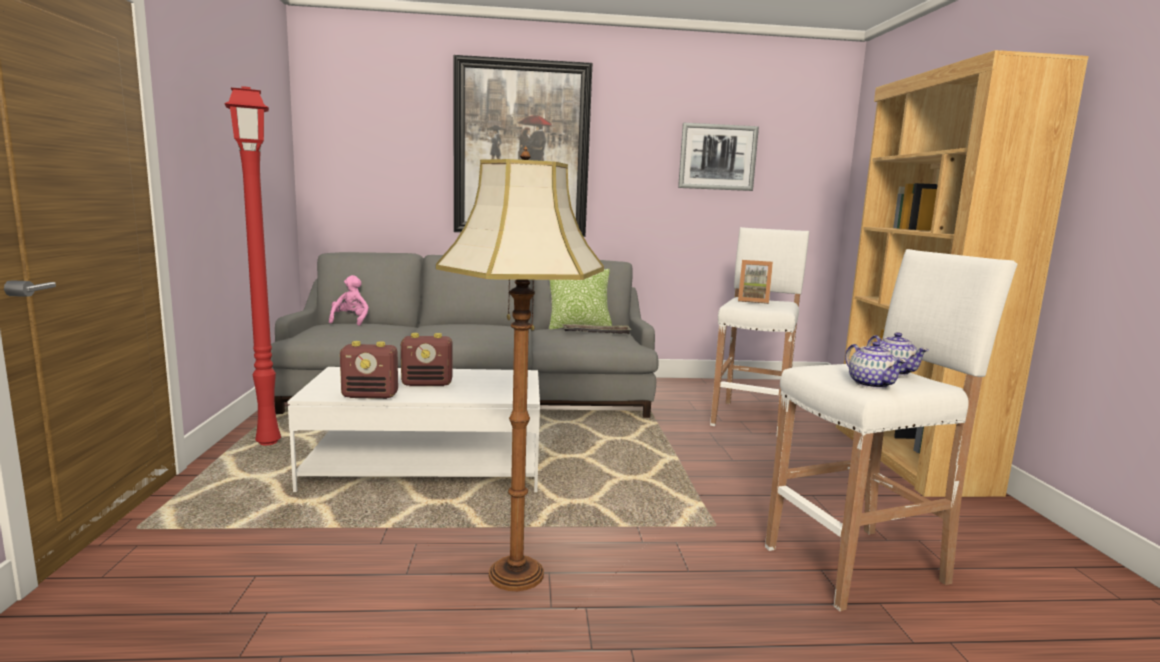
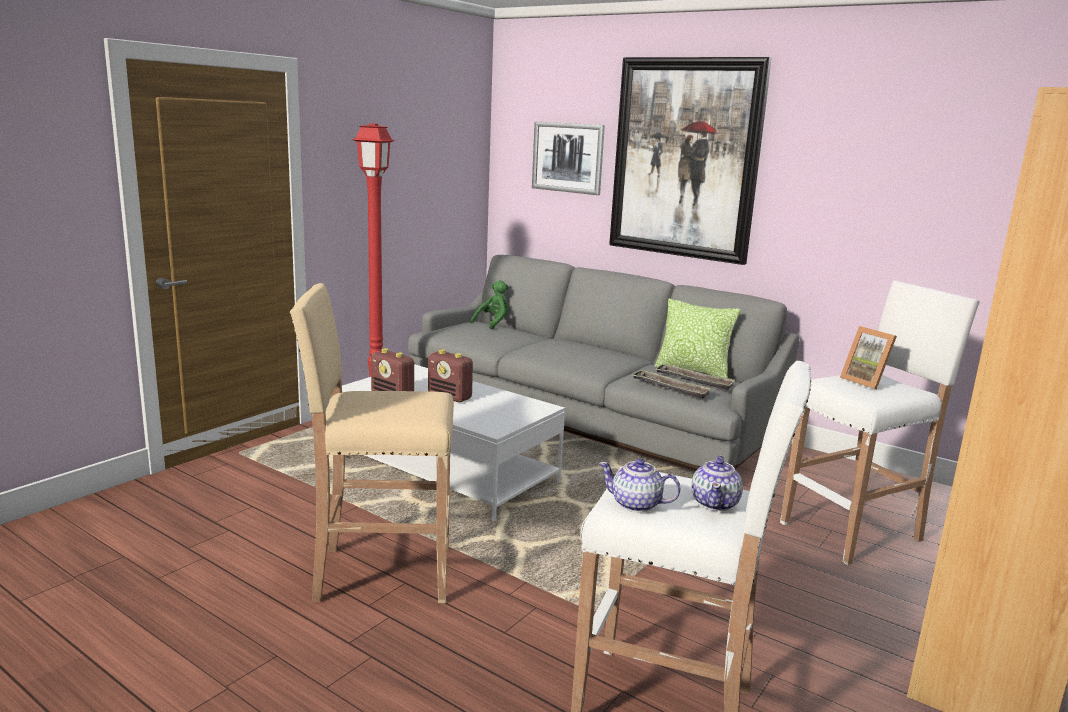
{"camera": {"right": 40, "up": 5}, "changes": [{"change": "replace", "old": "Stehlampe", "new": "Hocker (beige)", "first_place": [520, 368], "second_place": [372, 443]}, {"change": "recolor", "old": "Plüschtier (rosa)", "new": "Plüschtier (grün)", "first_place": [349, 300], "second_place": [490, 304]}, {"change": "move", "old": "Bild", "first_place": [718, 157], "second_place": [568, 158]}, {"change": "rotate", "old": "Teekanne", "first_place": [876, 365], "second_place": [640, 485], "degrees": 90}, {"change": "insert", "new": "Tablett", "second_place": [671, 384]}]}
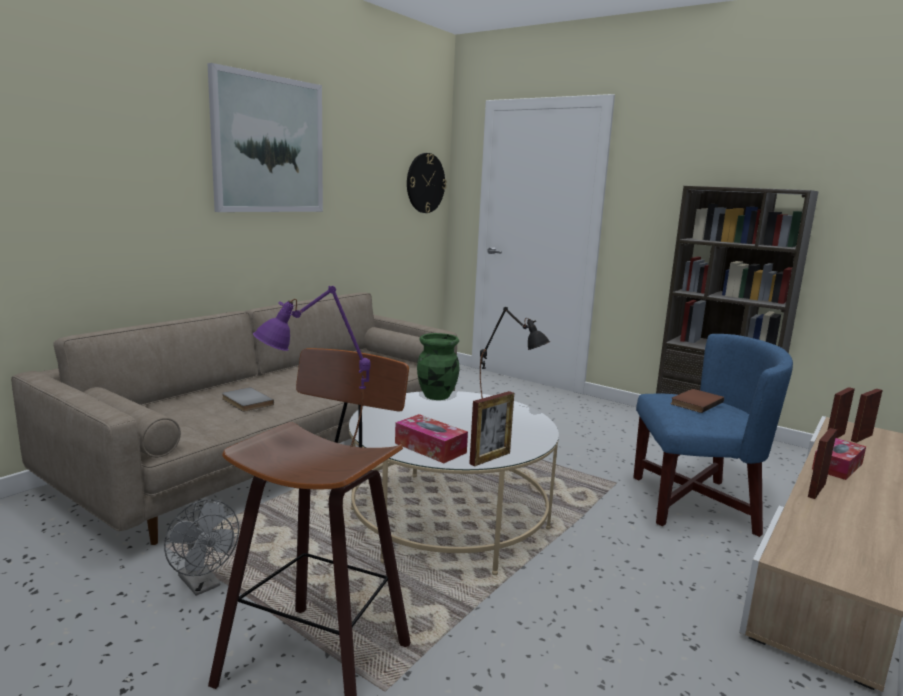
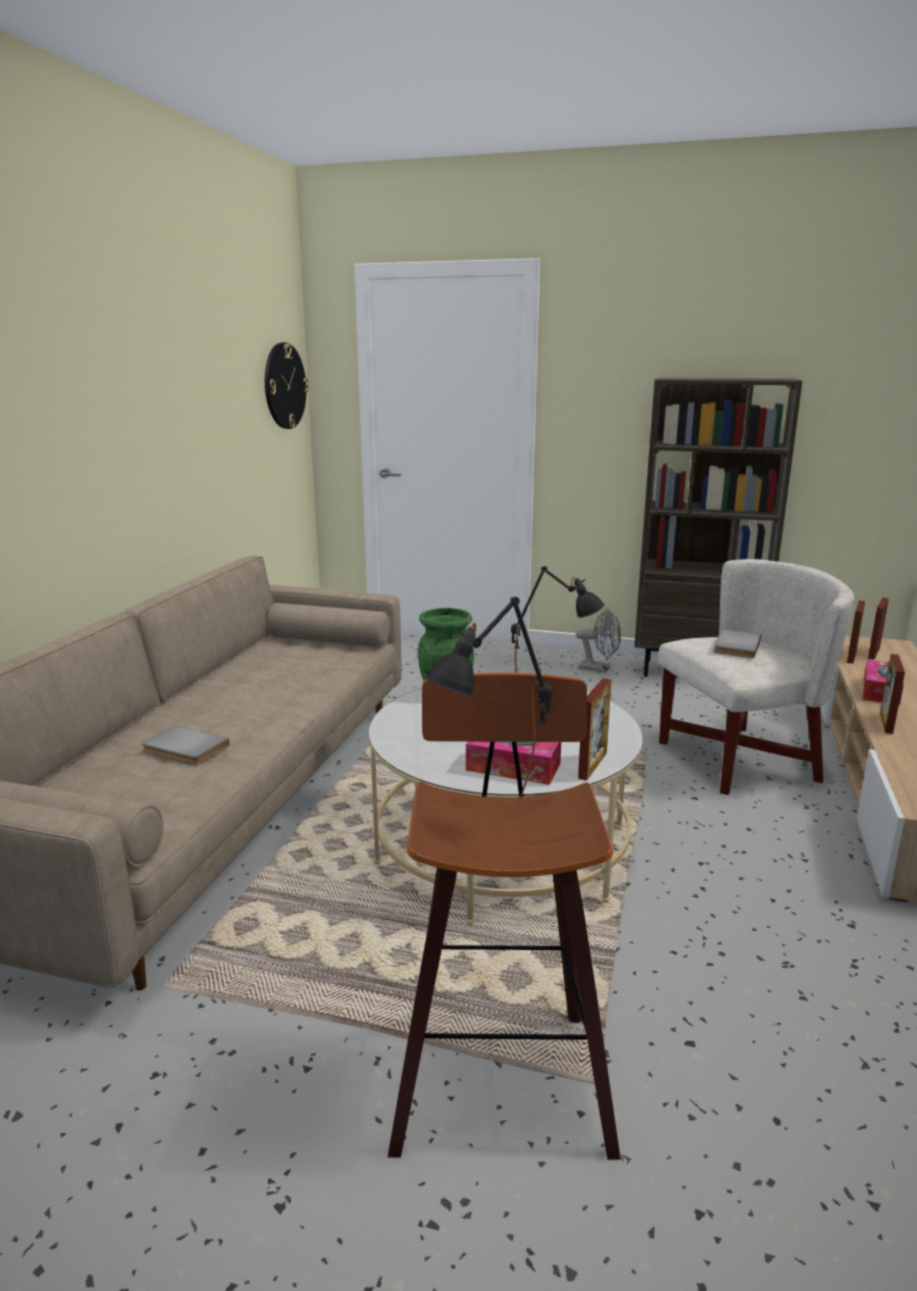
{"camera": {"right": -20, "up": 5}, "changes": [{"change": "recolor", "old": "Tischlampe (lila)", "new": "Tischlampe (schwarz)", "first_place": [312, 366], "second_place": [488, 698]}, {"change": "move", "old": "Ventilator (grau)", "first_place": [201, 547], "second_place": [598, 641]}, {"change": "recolor", "old": "Sessel (blau)", "new": "Sessel (weiß)", "first_place": [713, 435], "second_place": [756, 677]}, {"change": "recolor", "old": "Buch (braun)", "new": "Buch (grau)", "first_place": [697, 401], "second_place": [737, 643]}, {"change": "delete", "old": "Bild", "first_place": [265, 137]}]}
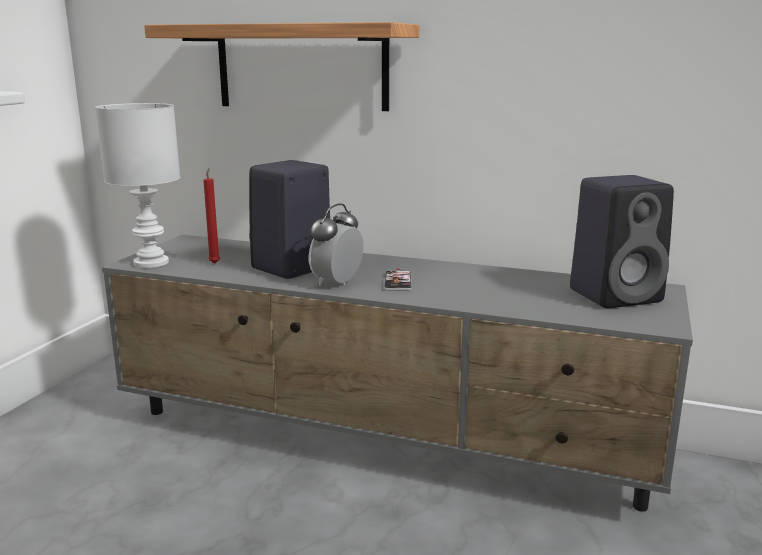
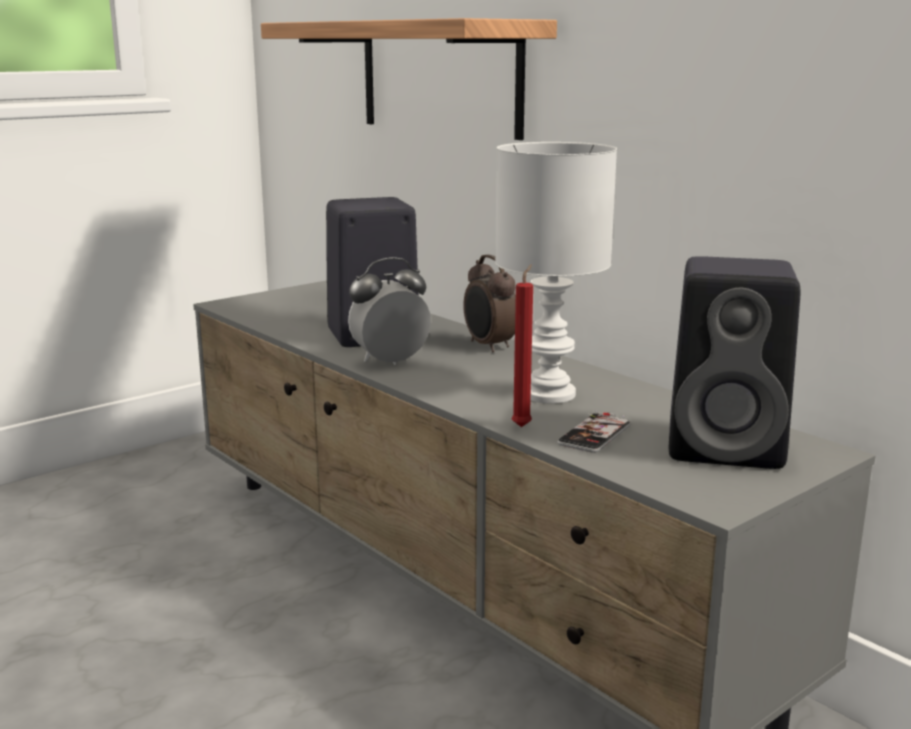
{"camera": {"right": 30, "up": 0}, "changes": [{"change": "insert", "new": "Wecker", "second_place": [489, 303]}, {"change": "move", "old": "Tischlampe (weiß)", "first_place": [137, 185], "second_place": [556, 273]}, {"change": "move", "old": "Kerze (rot)", "first_place": [211, 216], "second_place": [522, 345]}, {"change": "move", "old": "Handy", "first_place": [398, 279], "second_place": [594, 431]}]}
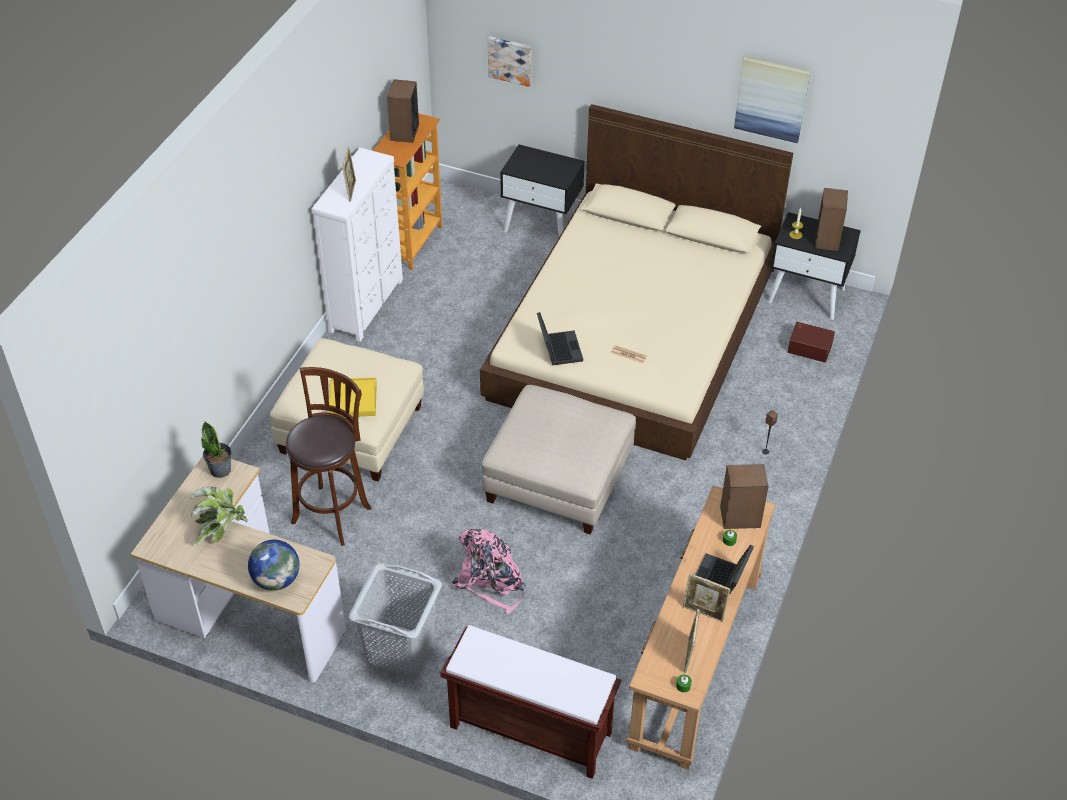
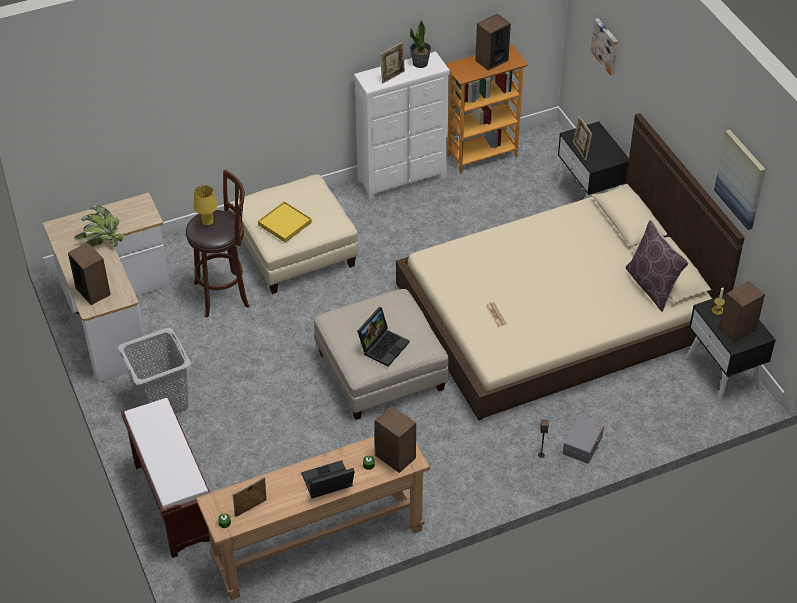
{"camera": {"right": 45, "up": 0}, "changes": [{"change": "replace", "old": "Globus", "new": "Lautsprecher", "first_place": [273, 565], "second_place": [89, 273]}, {"change": "insert", "new": "Tischlampe (gelb)", "second_place": [205, 205]}, {"change": "move", "old": "Laptop", "first_place": [560, 339], "second_place": [383, 337]}, {"change": "move", "old": "Topfpflanze", "first_place": [216, 450], "second_place": [420, 44]}, {"change": "insert", "new": "Aufbewahrungsbox (grau)", "second_place": [583, 440]}, {"change": "move", "old": "Bilderrahmen", "first_place": [707, 597], "second_place": [582, 138]}, {"change": "insert", "new": "Kissen (braun)", "second_place": [657, 266]}, {"change": "delete", "old": "Rucksack (rosa)", "first_place": [488, 571]}, {"change": "delete", "old": "Aufbewahrungsbox (braun)", "first_place": [811, 342]}]}
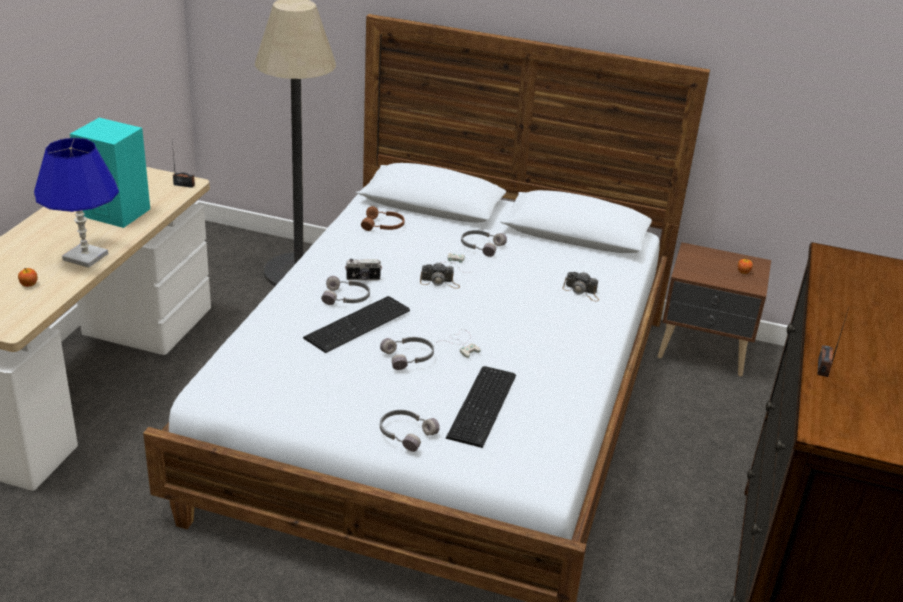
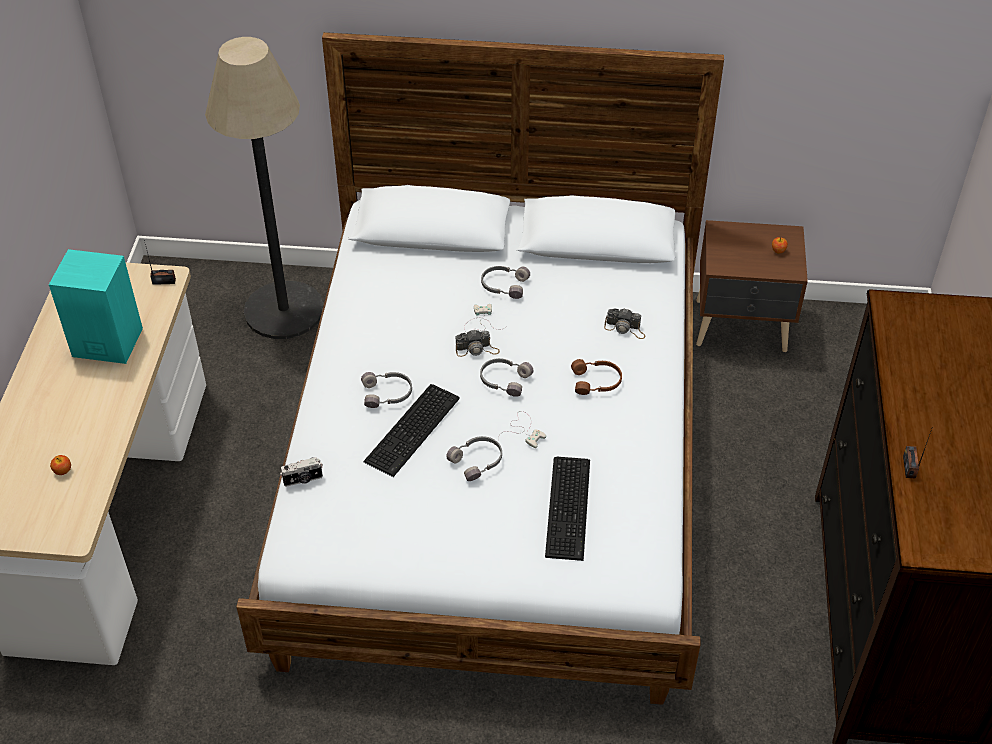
{"camera": {"right": -10, "up": 15}, "changes": [{"change": "move", "old": "Kamera", "first_place": [363, 269], "second_place": [301, 472]}, {"change": "move", "old": "Kopfhörer (grau)", "first_place": [410, 431], "second_place": [506, 377]}, {"change": "move", "old": "Kopfhörer (braun)", "first_place": [383, 218], "second_place": [596, 377]}, {"change": "delete", "old": "Tischlampe (blau)", "first_place": [76, 203]}]}
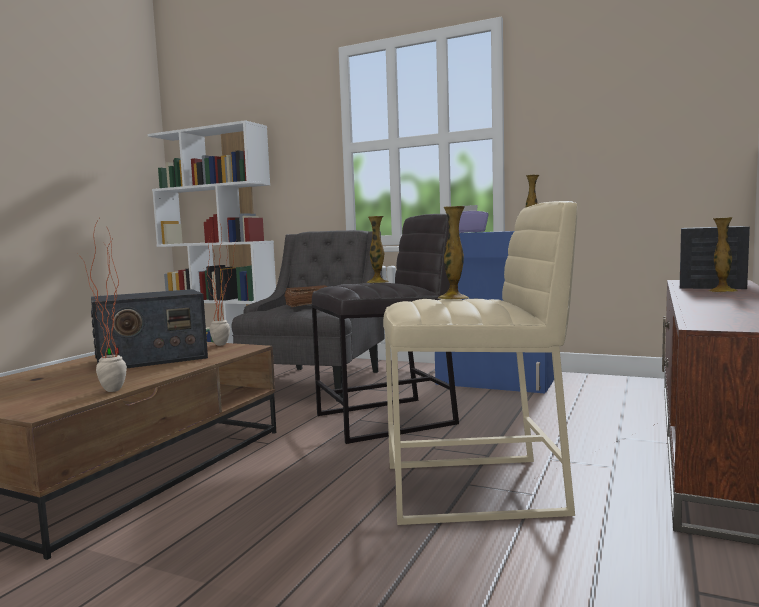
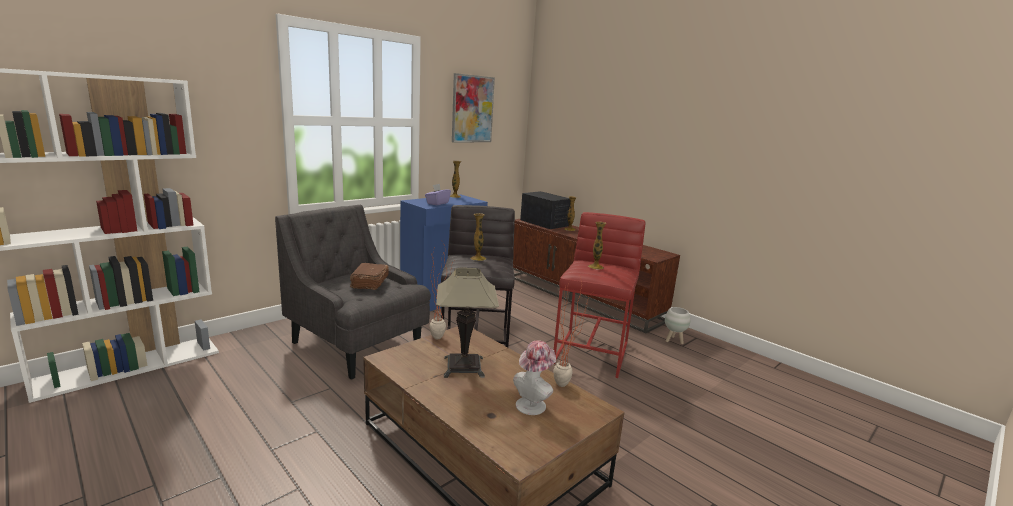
{"camera": {"right": -70, "up": 10}, "changes": [{"change": "replace", "old": "Radio", "new": "Tischlampe", "first_place": [149, 328], "second_place": [467, 323]}, {"change": "insert", "new": "Bild", "second_place": [473, 108]}, {"change": "insert", "new": "Hut", "second_place": [534, 377]}, {"change": "recolor", "old": "Hocker (beige)", "new": "Hocker (rot)", "first_place": [480, 363], "second_place": [599, 295]}, {"change": "insert", "new": "Pflanzkübel (weiß)", "second_place": [677, 325]}]}
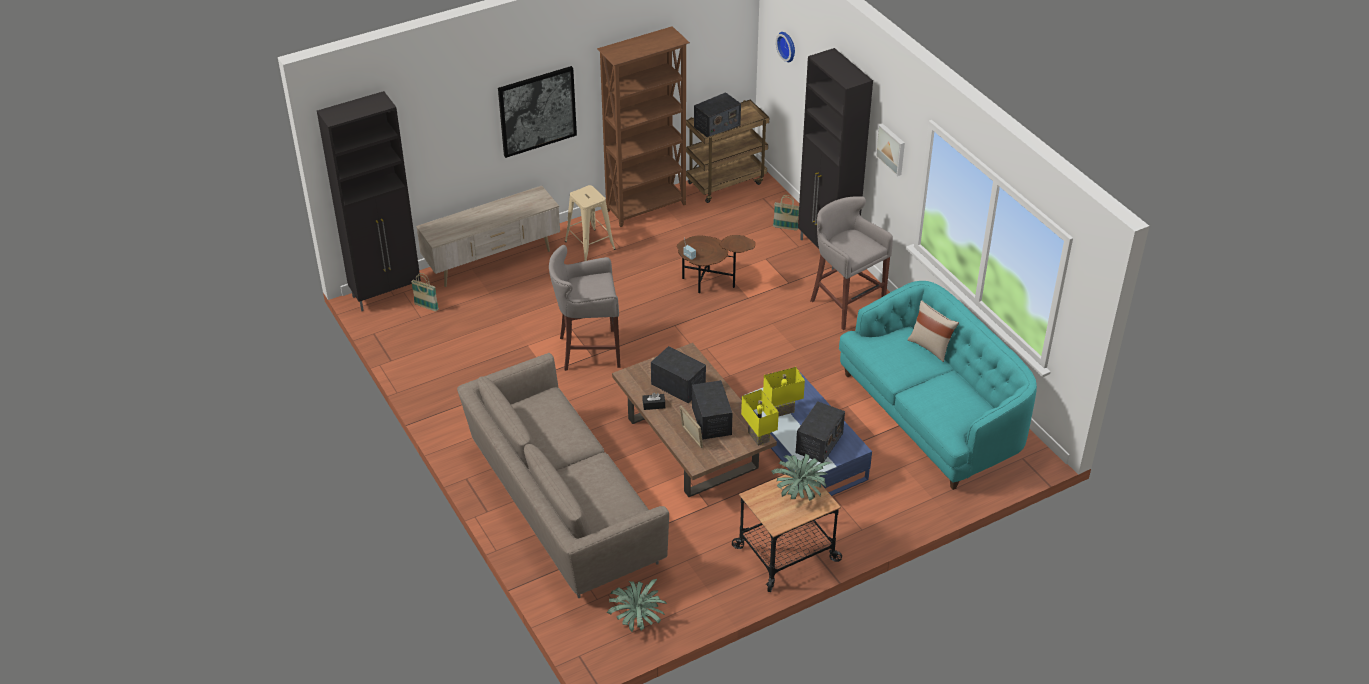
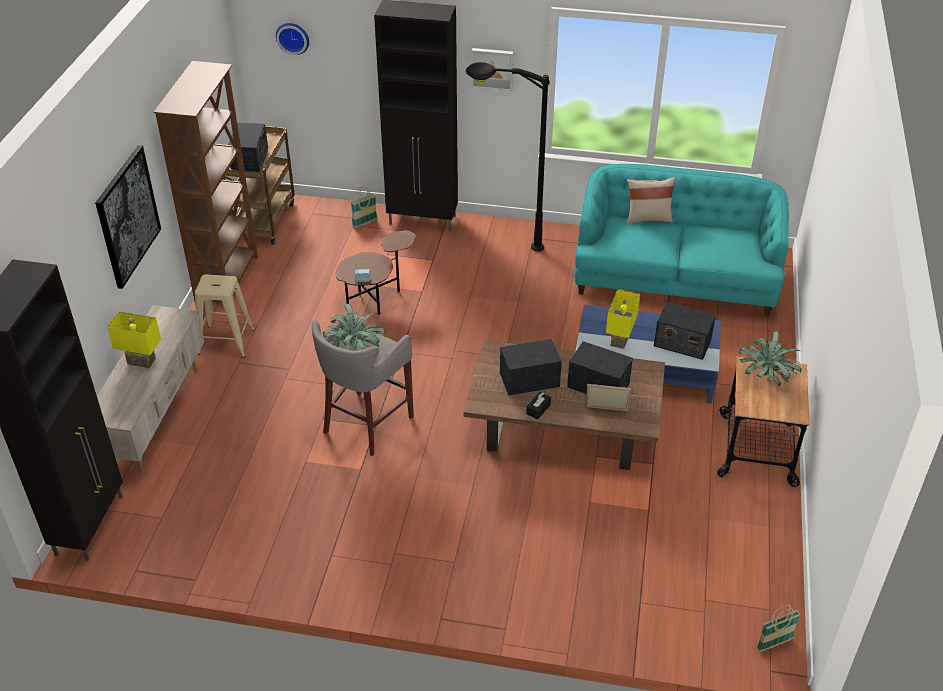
{"camera": {"right": -50, "up": 0}, "changes": [{"change": "move", "old": "Tischlampe (gelb)", "first_place": [760, 417], "second_place": [134, 339]}, {"change": "move", "old": "Topfpflanze", "first_place": [637, 605], "second_place": [354, 327]}, {"change": "replace", "old": "Hocker (grau)", "new": "Stehlampe (schwarz)", "first_place": [851, 263], "second_place": [508, 157]}, {"change": "rotate", "old": "Radio", "first_place": [820, 432], "second_place": [685, 331], "degrees": 135}, {"change": "move", "old": "Korb", "first_place": [425, 292], "second_place": [778, 628]}, {"change": "delete", "old": "Sofa (beige)", "first_place": [563, 475]}]}
